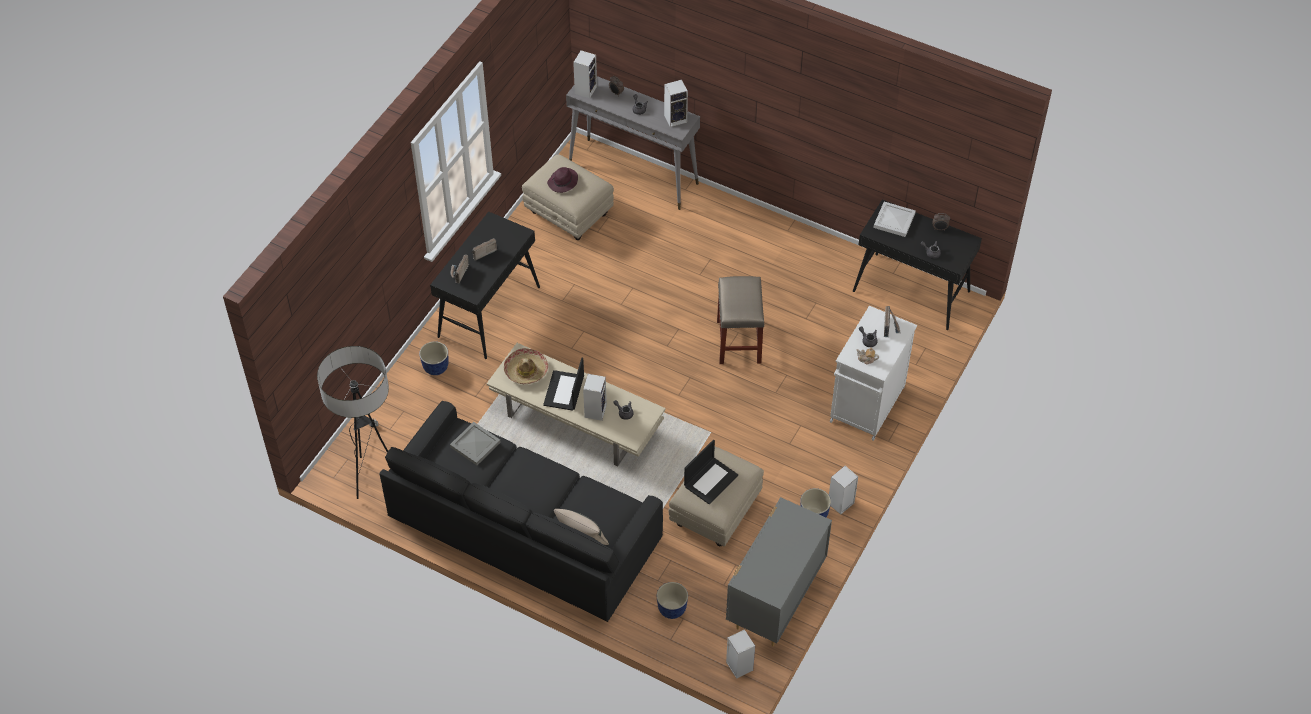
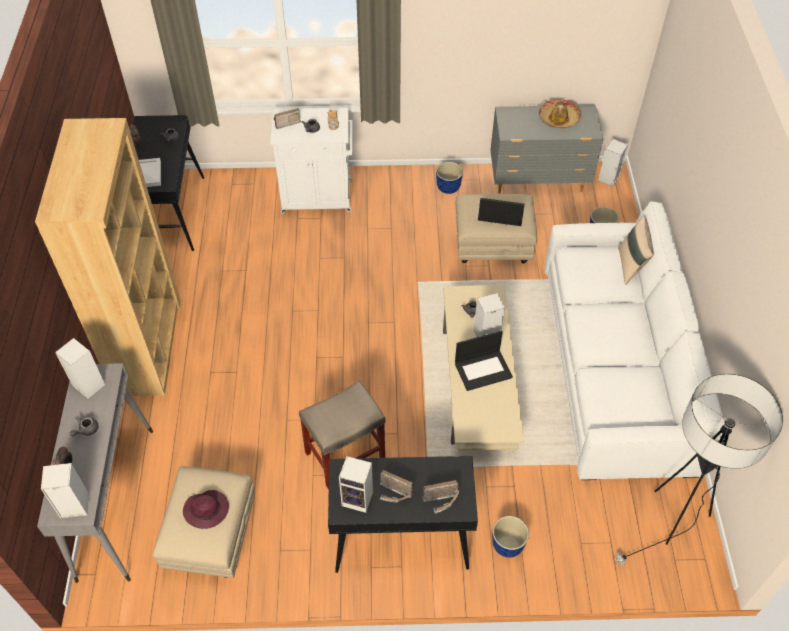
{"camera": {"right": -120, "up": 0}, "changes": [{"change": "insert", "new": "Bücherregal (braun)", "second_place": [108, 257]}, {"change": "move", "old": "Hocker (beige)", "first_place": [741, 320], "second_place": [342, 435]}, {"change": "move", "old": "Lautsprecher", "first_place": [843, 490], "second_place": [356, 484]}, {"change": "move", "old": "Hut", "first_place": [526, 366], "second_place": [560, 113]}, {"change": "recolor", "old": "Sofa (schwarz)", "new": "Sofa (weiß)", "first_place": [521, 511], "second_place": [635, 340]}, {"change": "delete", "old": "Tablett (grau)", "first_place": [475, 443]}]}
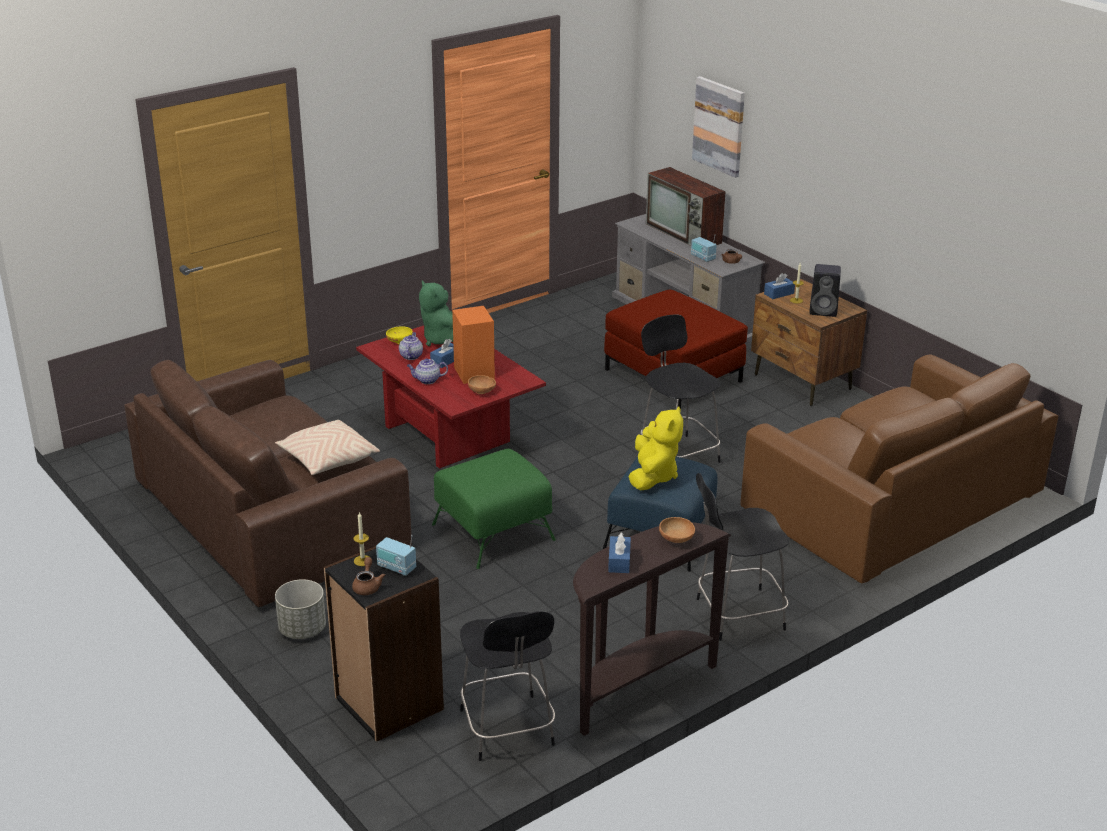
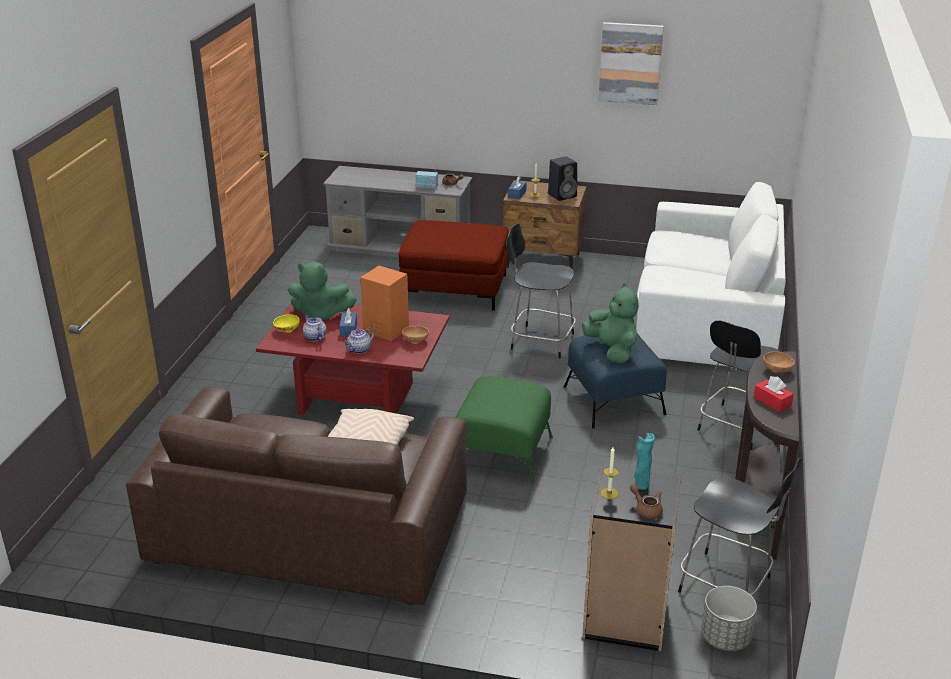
{"camera": {"right": -40, "up": 0}, "changes": [{"change": "recolor", "old": "Plüschtier (gelb)", "new": "Plüschtier (grün)", "first_place": [656, 448], "second_place": [610, 323]}, {"change": "move", "old": "Bild", "first_place": [718, 127], "second_place": [631, 63]}, {"change": "replace", "old": "Radio", "new": "Vase (türkis)", "first_place": [396, 555], "second_place": [644, 461]}, {"change": "recolor", "old": "Sofa (braun)", "new": "Sofa (weiß)", "first_place": [899, 469], "second_place": [711, 274]}, {"change": "move", "old": "Pflanzkübel (grau)", "first_place": [300, 609], "second_place": [729, 618]}, {"change": "recolor", "old": "Taschentuchbox (blau)", "new": "Taschentuchbox (rot)", "first_place": [619, 552], "second_place": [774, 394]}, {"change": "delete", "old": "Fernseher", "first_place": [685, 206]}]}
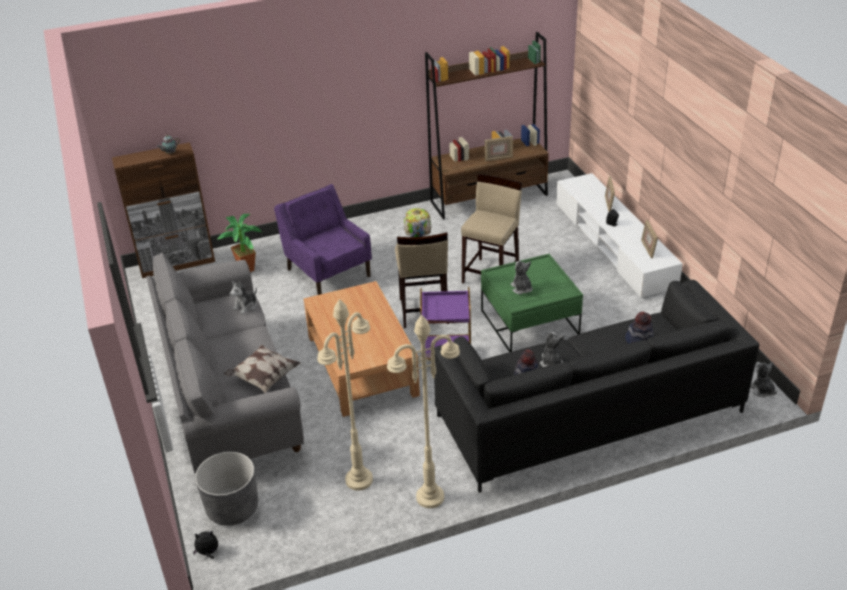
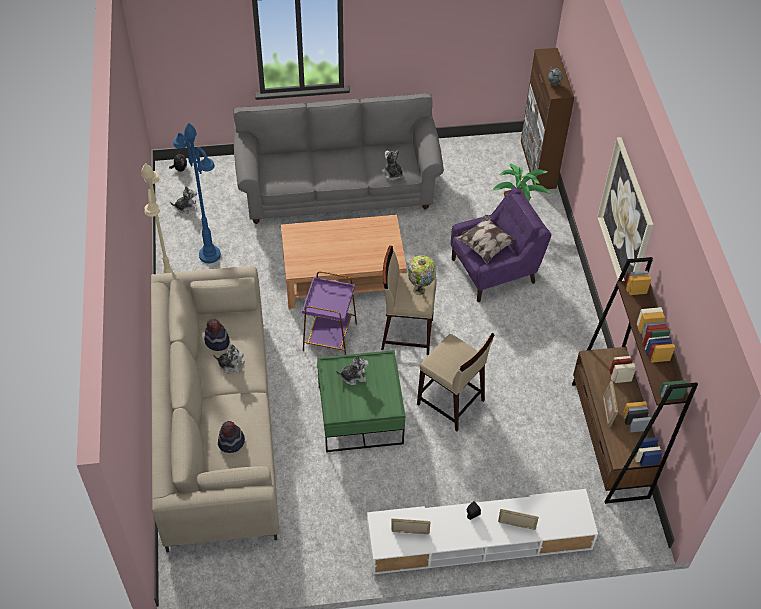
{"camera": {"right": 100, "up": 15}, "changes": [{"change": "recolor", "old": "Sofa (schwarz)", "new": "Sofa (beige)", "first_place": [596, 386], "second_place": [215, 409]}, {"change": "move", "old": "Plüschtier", "first_place": [763, 379], "second_place": [183, 200]}, {"change": "recolor", "old": "Stehlampe (beige)", "new": "Stehlampe (blau)", "first_place": [345, 395], "second_place": [197, 193]}, {"change": "move", "old": "Kissen", "first_place": [262, 369], "second_place": [486, 239]}, {"change": "insert", "new": "Bild", "second_place": [625, 209]}, {"change": "delete", "old": "Pflanzkübel (grau)", "first_place": [226, 489]}]}
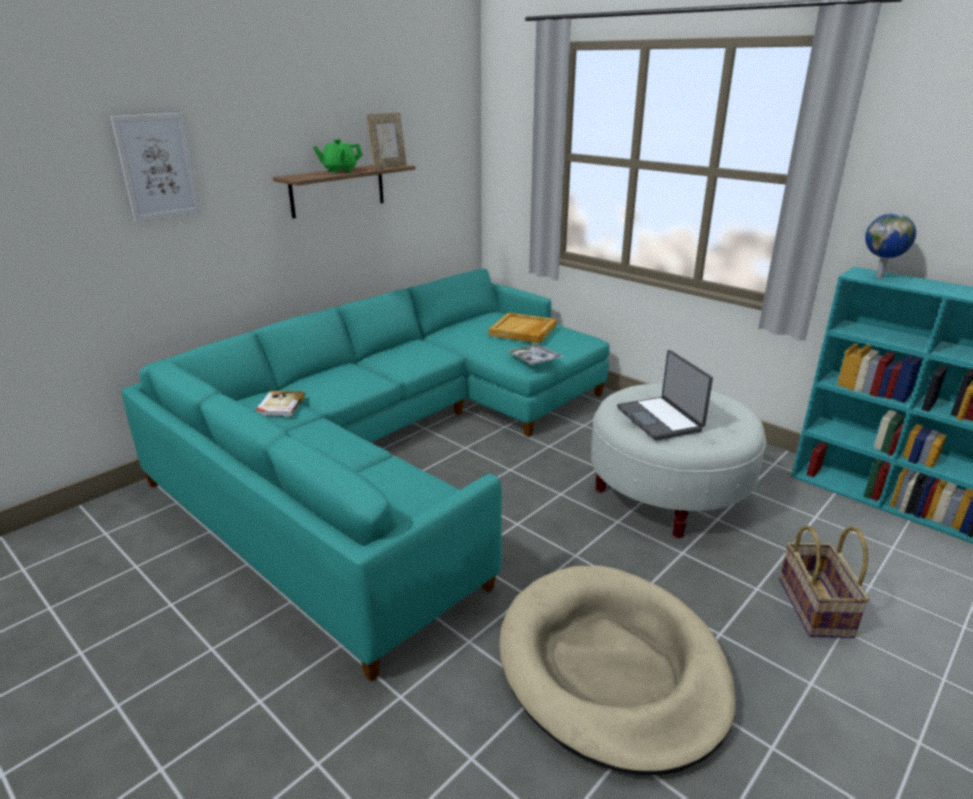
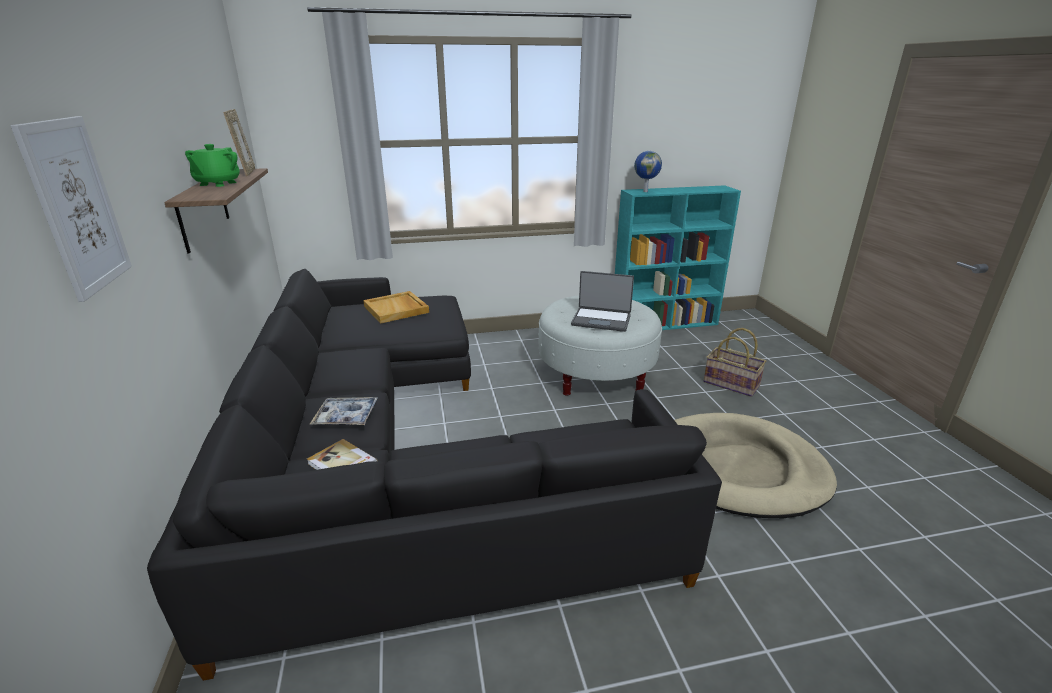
{"camera": {"right": -55, "up": 0}, "changes": [{"change": "recolor", "old": "Sofa (türkis)", "new": "Sofa (schwarz)", "first_place": [365, 475], "second_place": [434, 475]}, {"change": "move", "old": "Tablett", "first_place": [535, 354], "second_place": [344, 411]}]}
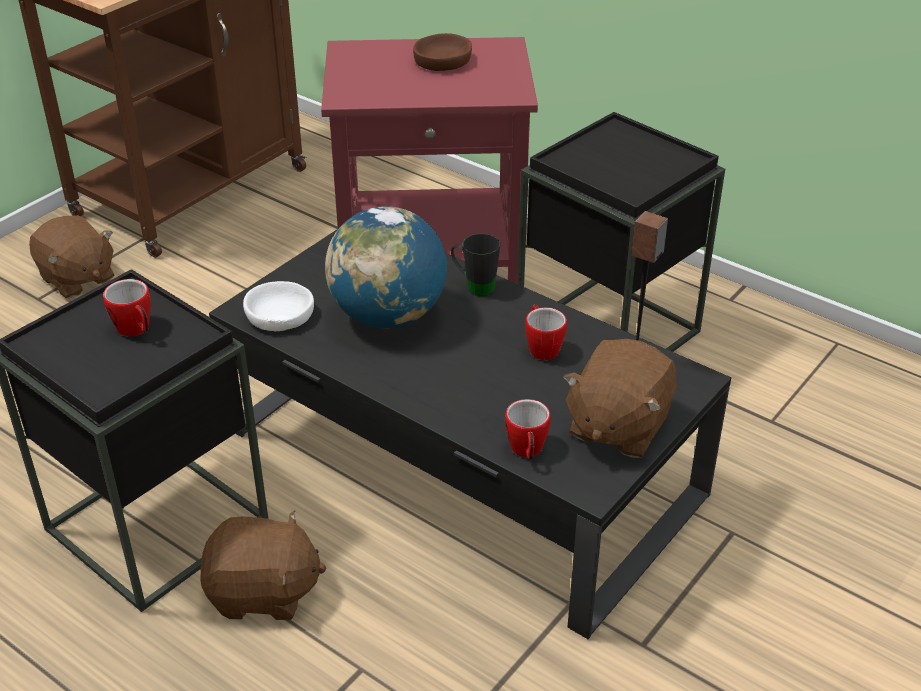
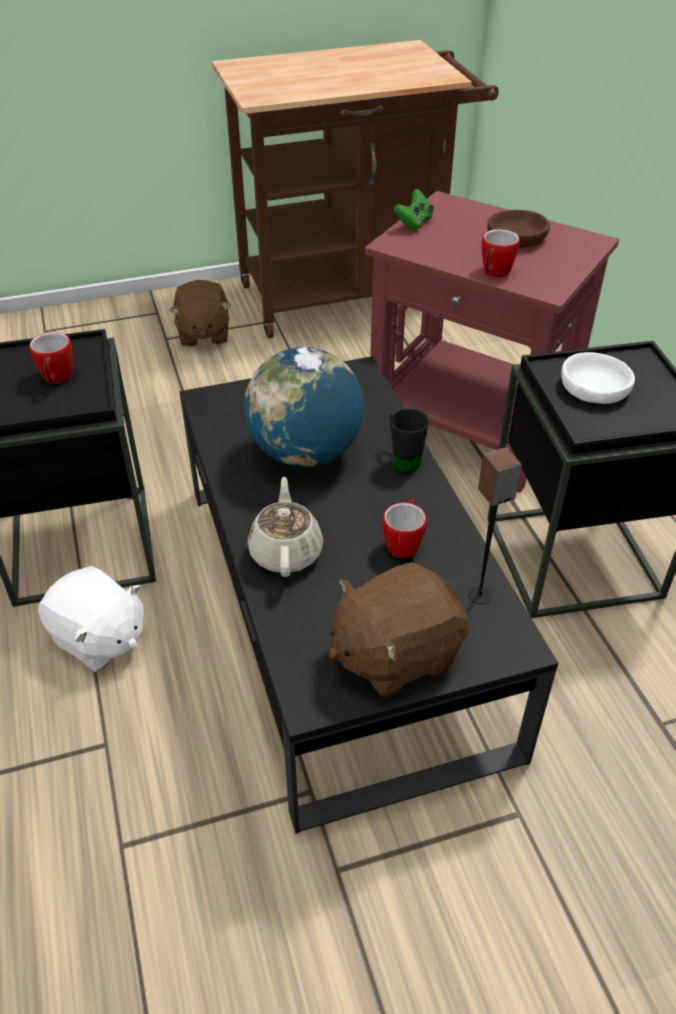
{"camera": {"right": 35, "up": 5}, "changes": [{"change": "recolor", "old": "Plüschtier (braun)", "new": "Plüschtier (weiß)", "first_place": [263, 565], "second_place": [91, 619]}, {"change": "insert", "new": "Teekanne (beige)", "second_place": [285, 527]}, {"change": "insert", "new": "Gamepad (grün)", "second_place": [414, 210]}, {"change": "move", "old": "Henkelbecher", "first_place": [528, 429], "second_place": [501, 253]}, {"change": "move", "old": "Schüssel (weiß)", "first_place": [278, 306], "second_place": [598, 378]}]}
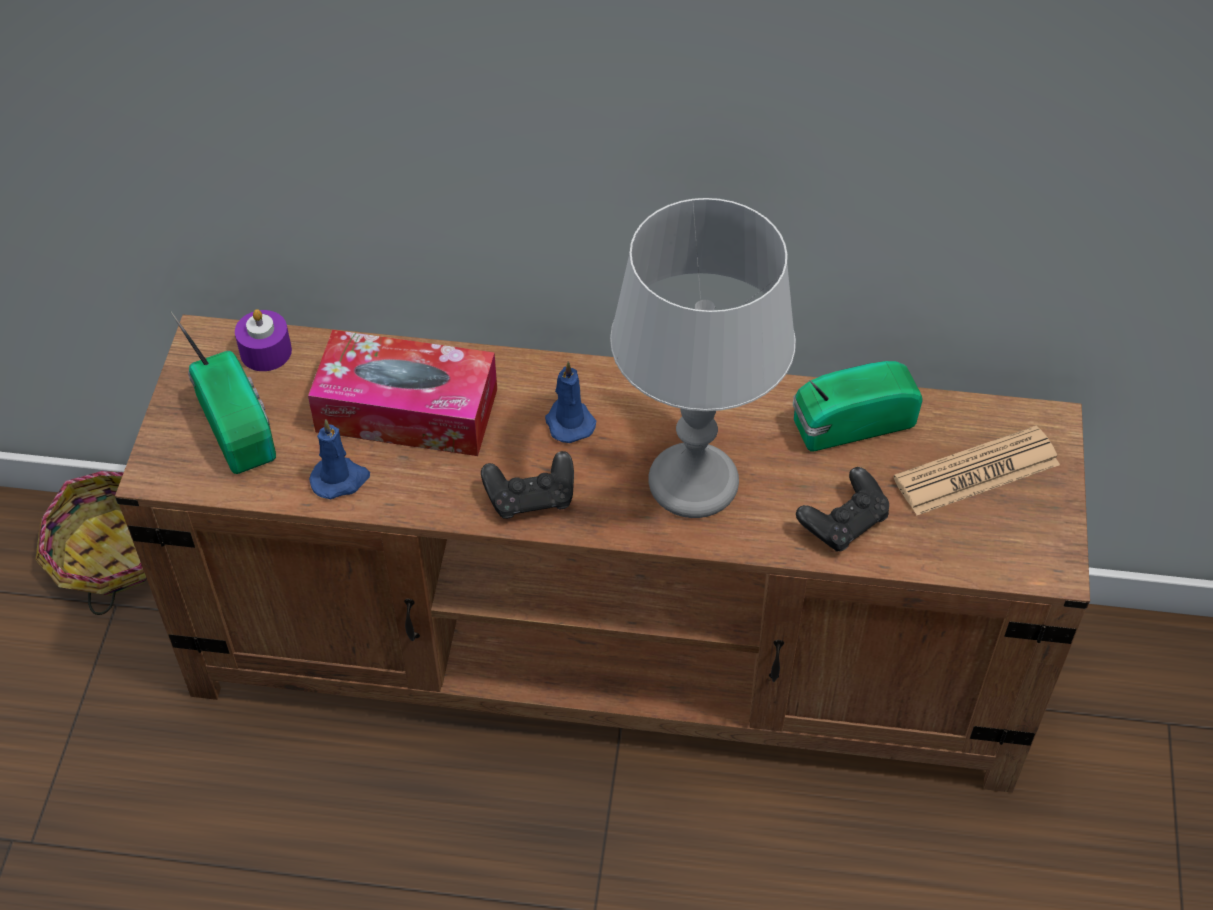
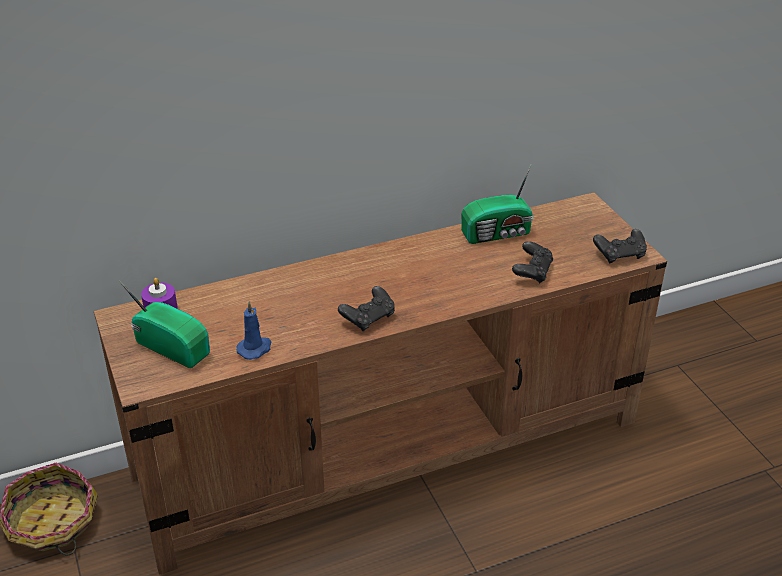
{"camera": {"right": -30, "up": -15}, "changes": [{"change": "rotate", "old": "Radio", "first_place": [857, 406], "second_place": [497, 204], "degrees": -150}, {"change": "insert", "new": "Gamepad (schwarz)", "second_place": [620, 246]}, {"change": "delete", "old": "Taschentuchbox", "first_place": [402, 393]}, {"change": "delete", "old": "Kerze (blau)", "first_place": [570, 402]}, {"change": "delete", "old": "Tischlampe (grau)", "first_place": [703, 358]}, {"change": "delete", "old": "Zeitung", "first_place": [976, 471]}]}
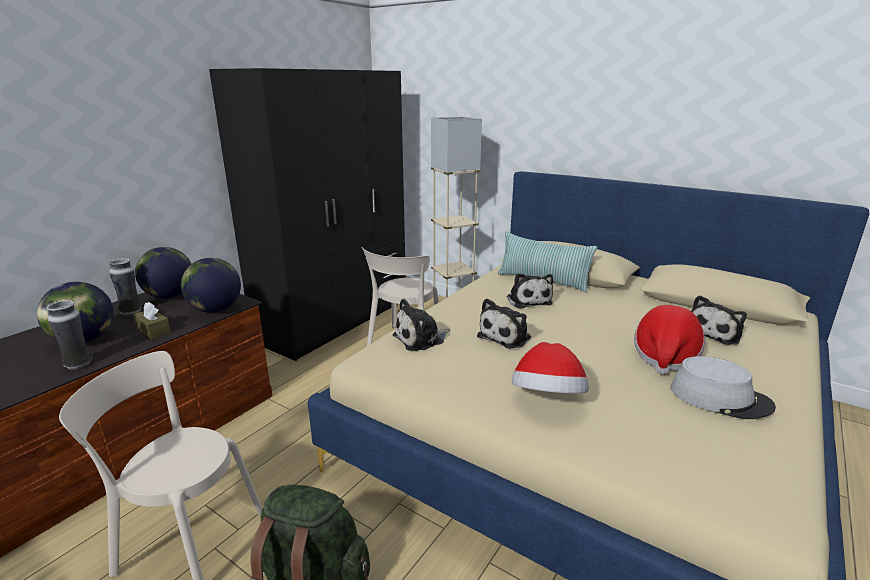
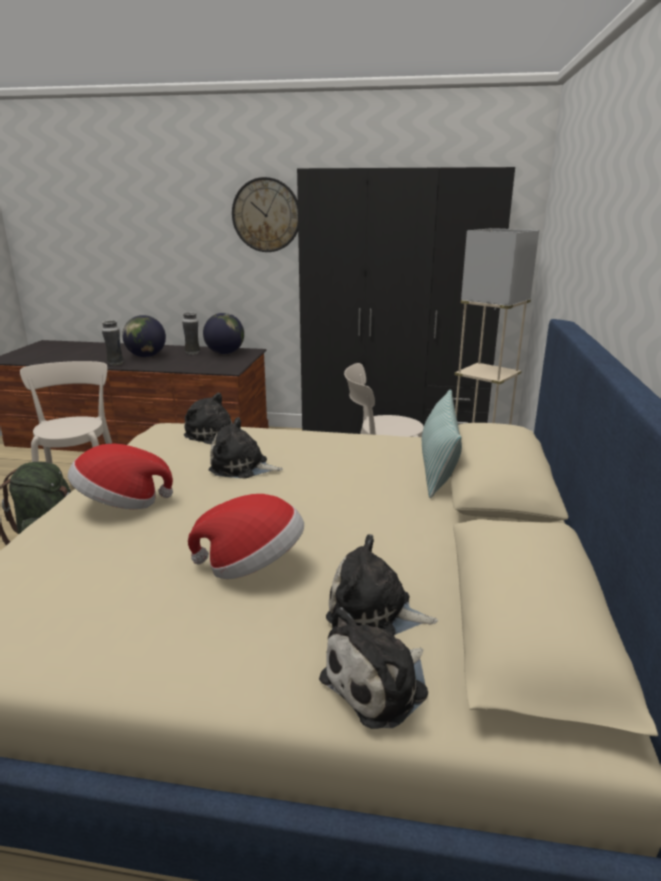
{"camera": {"right": 65, "up": 0}, "changes": [{"change": "insert", "new": "Wanduhr", "second_place": [265, 214]}, {"change": "move", "old": "Plüschtier", "first_place": [530, 291], "second_place": [373, 668]}, {"change": "delete", "old": "Taschentuchbox (braun)", "first_place": [152, 320]}, {"change": "delete", "old": "Globus", "first_place": [211, 285]}, {"change": "delete", "old": "Hut (grau)", "first_place": [723, 387]}]}
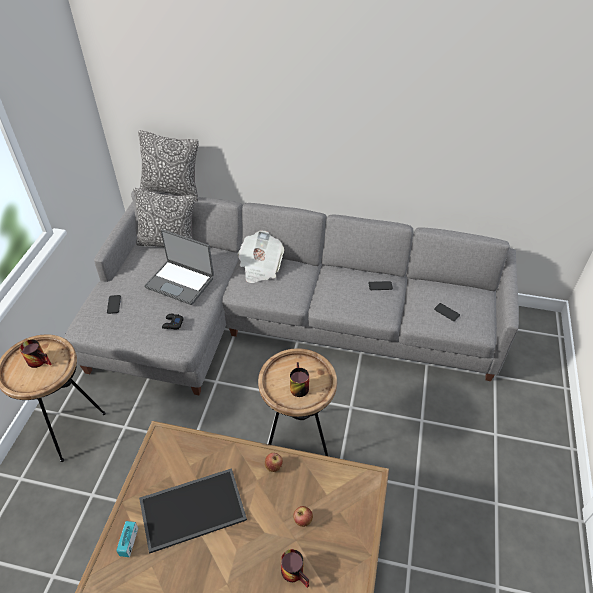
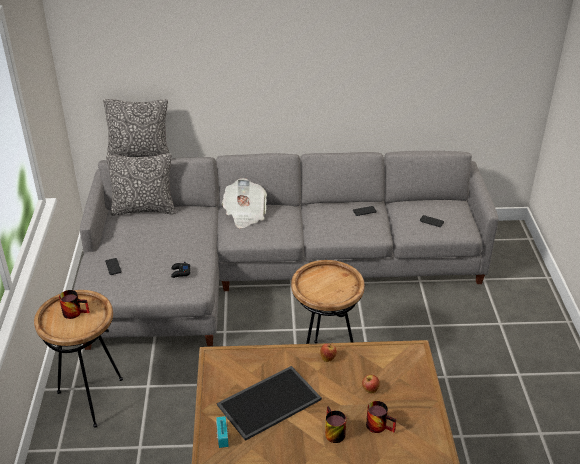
{"camera": {"right": -15, "up": -10}, "changes": [{"change": "move", "old": "Henkelbecher", "first_place": [299, 379], "second_place": [335, 424]}, {"change": "delete", "old": "Laptop", "first_place": [179, 267]}]}
